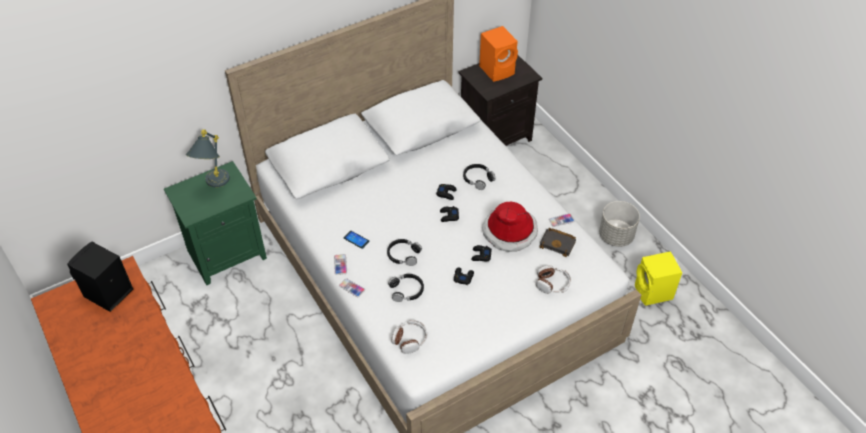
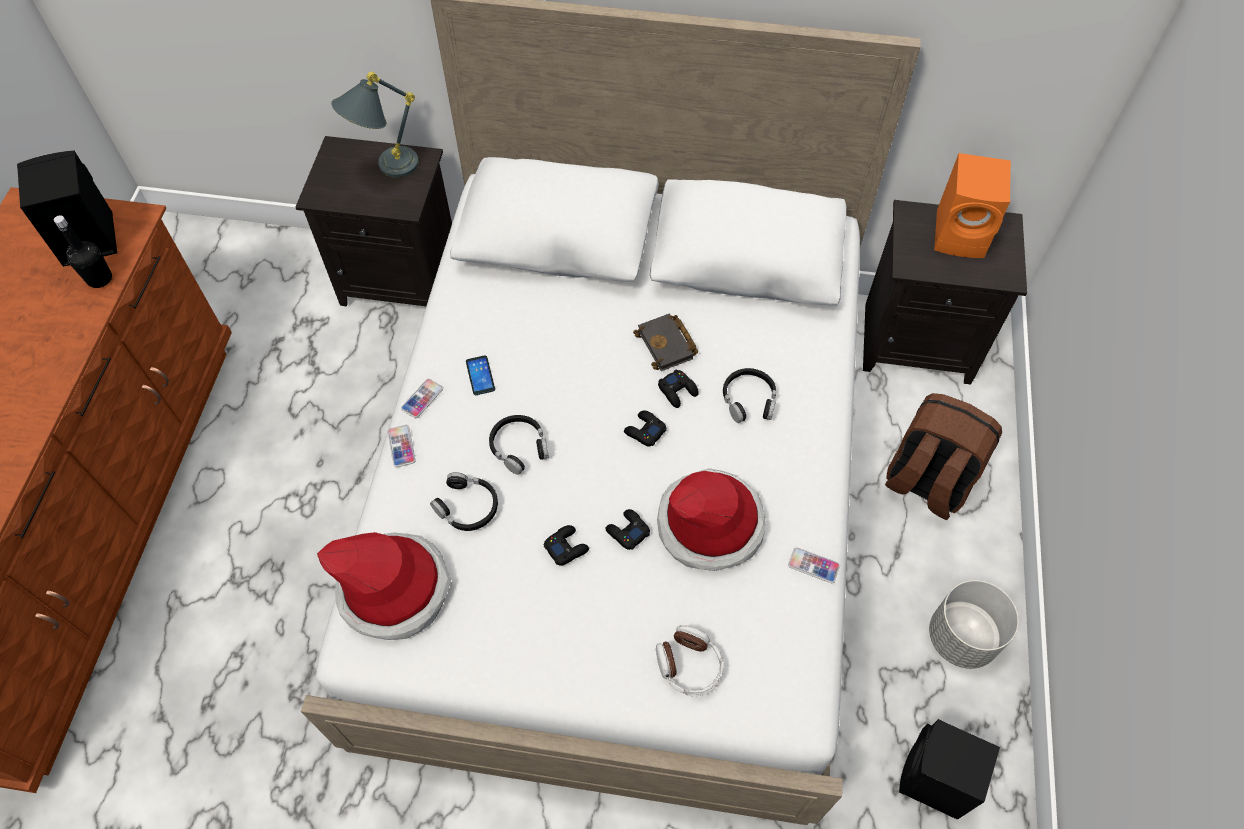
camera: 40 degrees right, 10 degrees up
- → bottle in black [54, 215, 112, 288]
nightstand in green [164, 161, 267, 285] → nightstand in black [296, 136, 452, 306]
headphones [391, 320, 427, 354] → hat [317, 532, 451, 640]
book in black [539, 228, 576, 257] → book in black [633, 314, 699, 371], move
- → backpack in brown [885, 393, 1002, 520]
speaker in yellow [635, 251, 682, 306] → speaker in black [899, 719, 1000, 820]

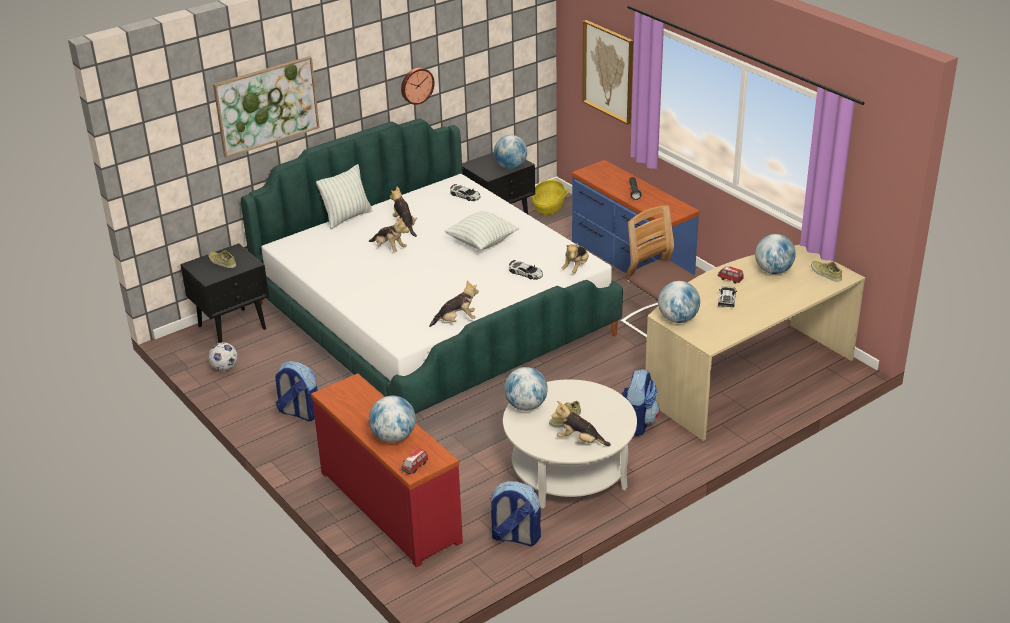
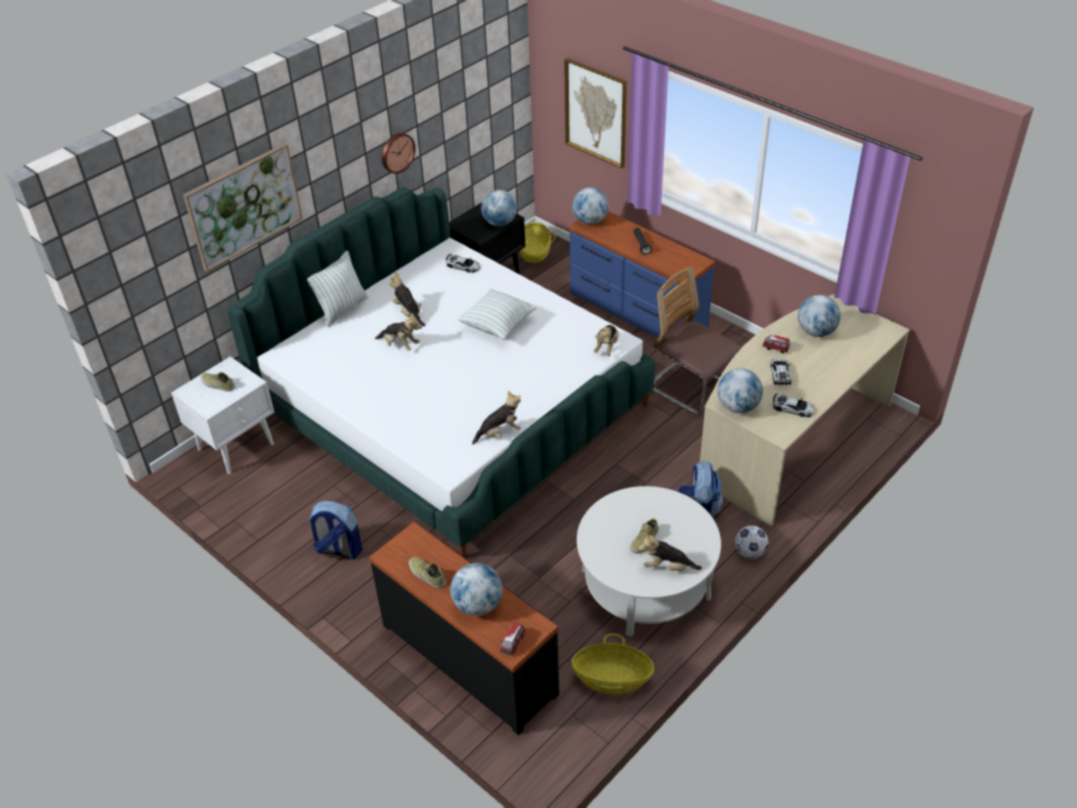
camera: 10 degrees left, 10 degrees up
nightstand in black [180, 243, 269, 343] → nightstand in white [171, 356, 275, 474]
dresser in red [311, 373, 463, 567] → dresser in black [369, 522, 559, 735]
shoe in beige [811, 261, 842, 282] → shoe in beige [409, 557, 446, 588], move
backpack [489, 481, 541, 546] → basket [571, 634, 654, 694]
globe [504, 367, 548, 411] → globe [572, 187, 609, 225], move
football [208, 342, 237, 371] → football [735, 525, 768, 559], move
toy car [509, 260, 543, 280] → toy car [773, 393, 814, 417], move

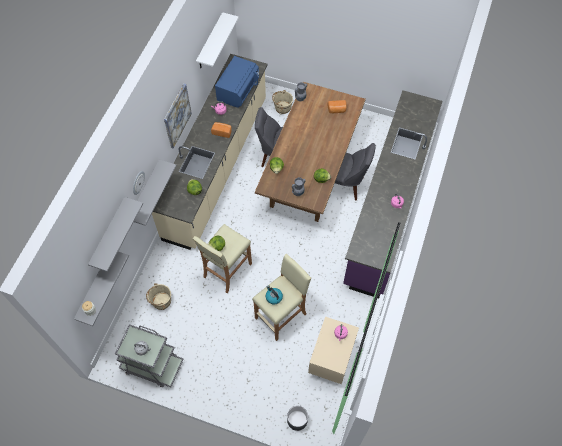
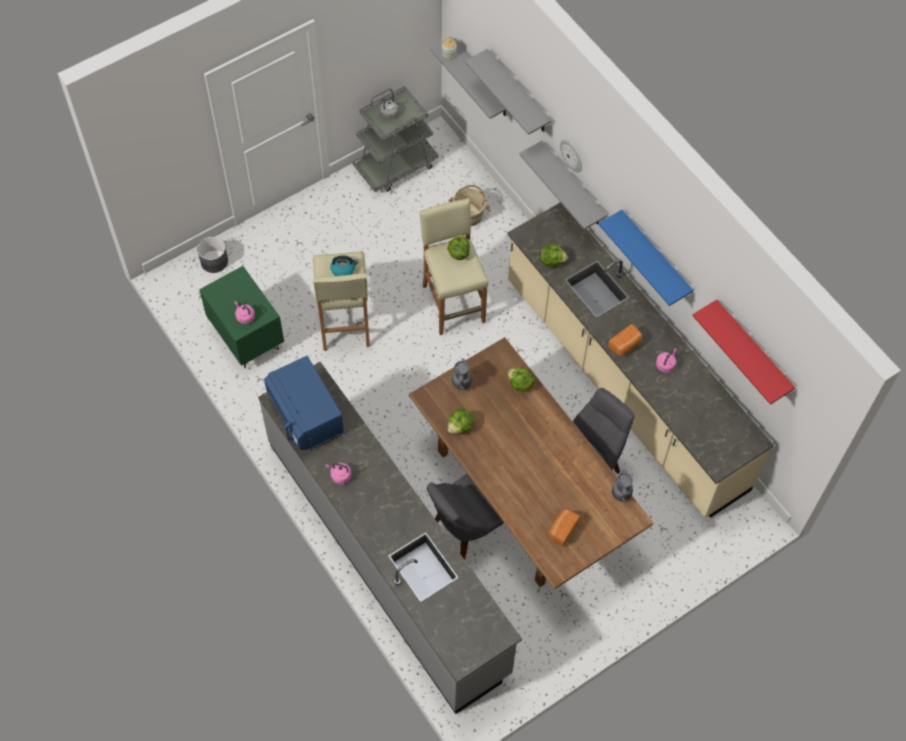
camera: 125 degrees right, 0 degrees up
nightstand in beige [308, 316, 359, 384] → nightstand in green [199, 266, 284, 368]
counter in purple [343, 90, 442, 298] → counter in grey [258, 362, 522, 714]
microwave in blue [215, 56, 259, 108] → microwave in blue [264, 356, 344, 450], move
picture [164, 84, 192, 149] → shelf in blue [598, 210, 693, 306]
shelf in white [196, 12, 239, 68] → shelf in red [692, 300, 795, 405]
bucket in beige [272, 90, 293, 114] → -

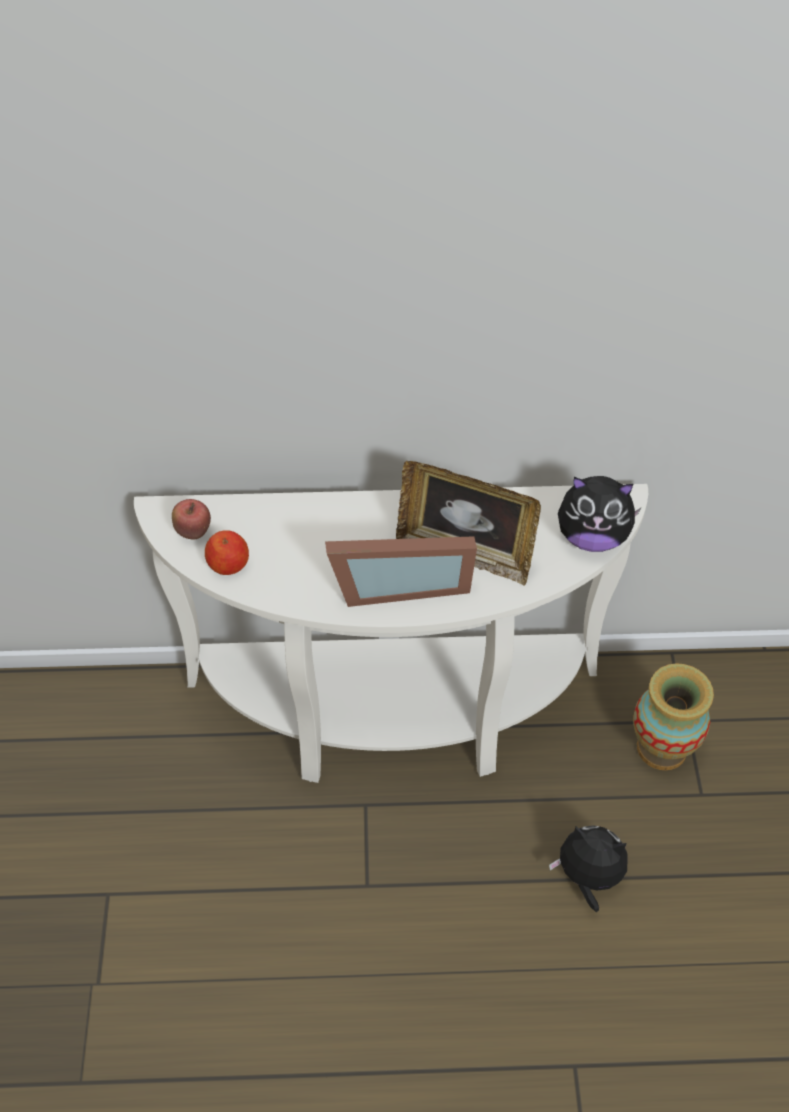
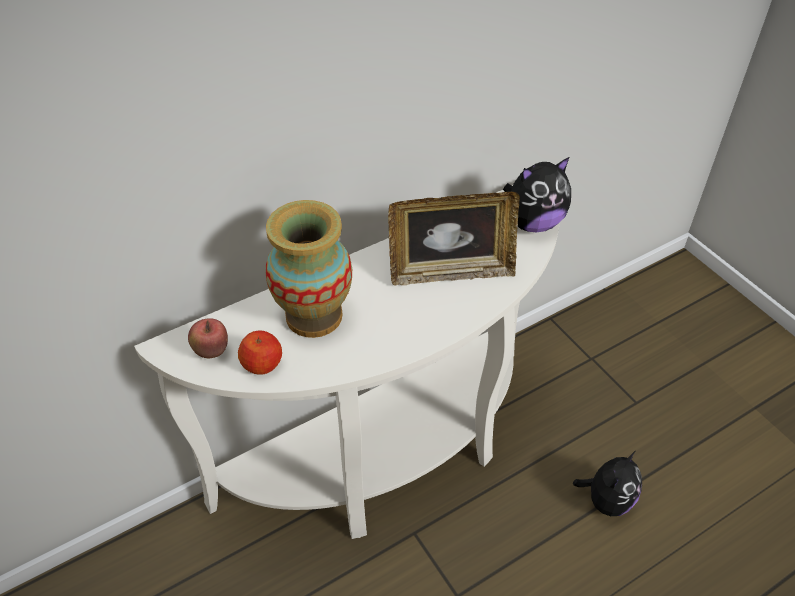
camera: 30 degrees left, 5 degrees down
vase [633, 663, 714, 770] → vase [265, 200, 352, 338], move
plush toy [549, 825, 627, 912] → plush toy [573, 450, 642, 516], 135 degrees clockwise
picture frame [325, 536, 477, 607] → -

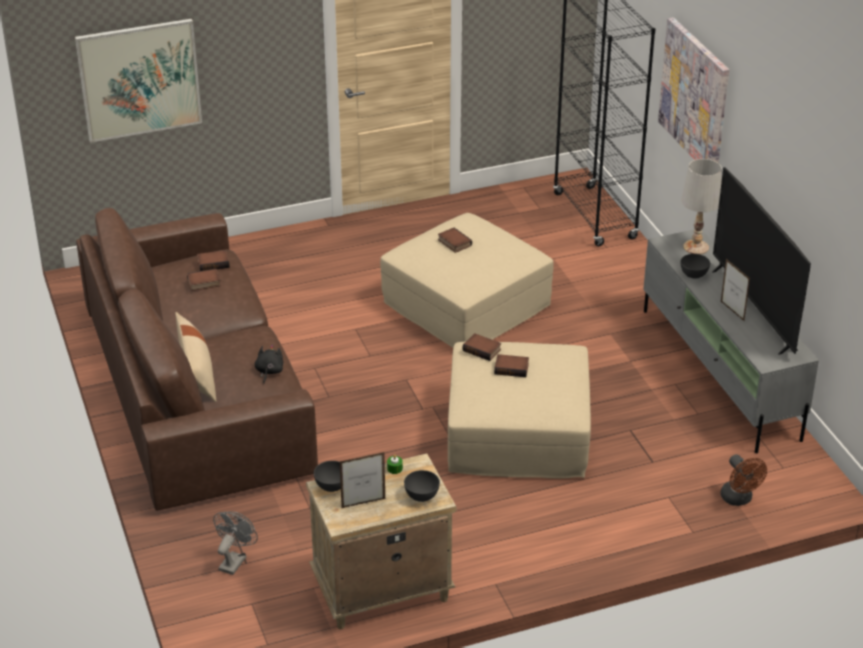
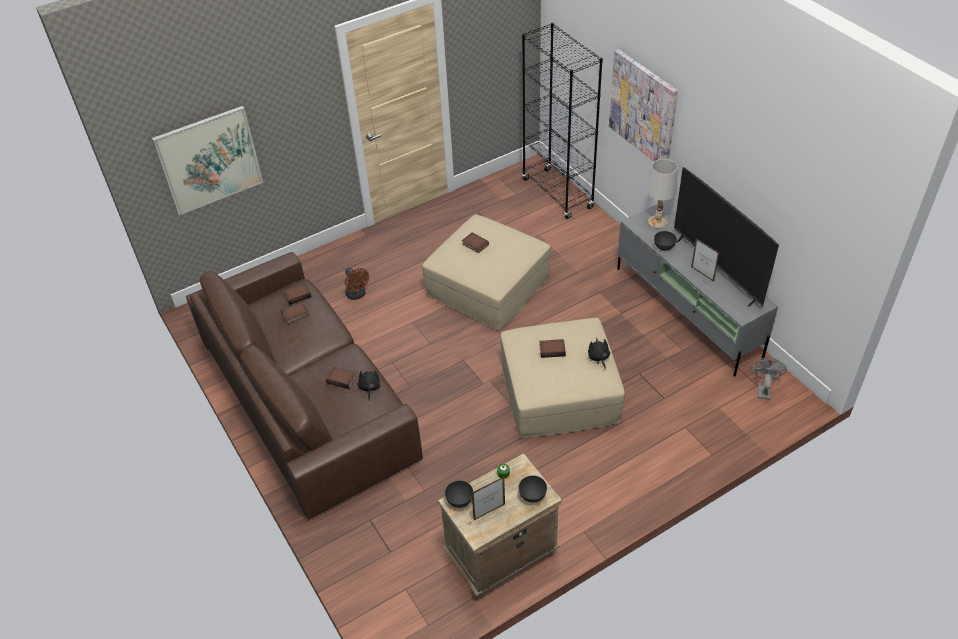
camera: 10 degrees left, 10 degrees up
book [463, 333, 501, 361] → book [326, 367, 357, 389], move
fan in brown [720, 454, 767, 506] → fan in brown [345, 267, 369, 300], move
- → plush toy in black [588, 338, 610, 369]
fan in grey [213, 511, 258, 575] → fan in grey [750, 358, 786, 400], move
pillow in beige [175, 312, 216, 402] → -

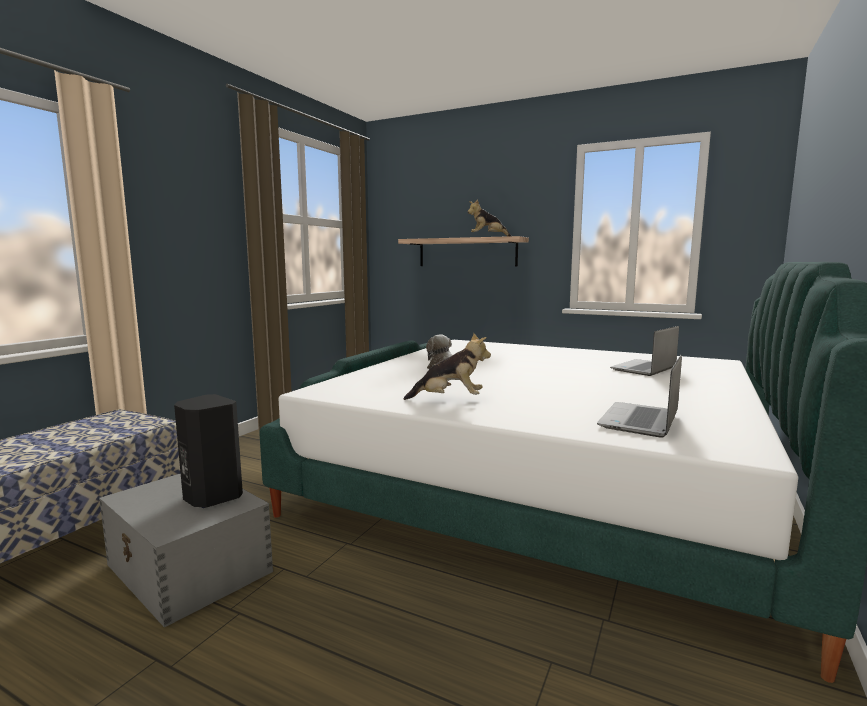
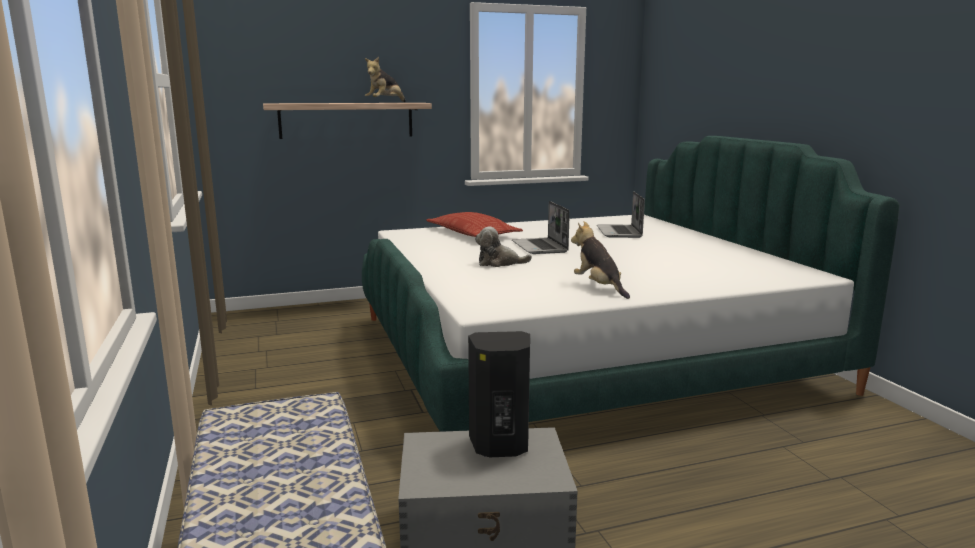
camera: 45 degrees left, 5 degrees up
- → pillow [426, 212, 523, 237]
laptop [597, 355, 682, 438] → laptop [512, 201, 570, 254], move
plush toy [404, 333, 491, 400] → plush toy [571, 221, 630, 299], 75 degrees counterclockwise

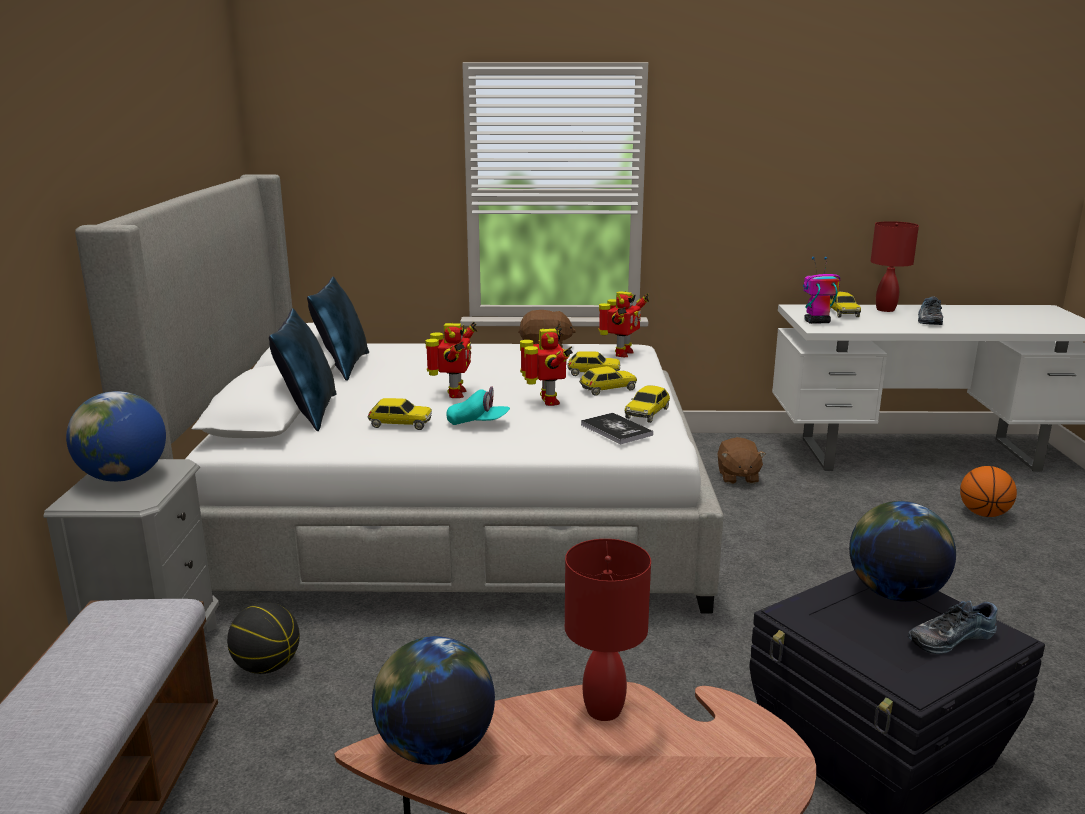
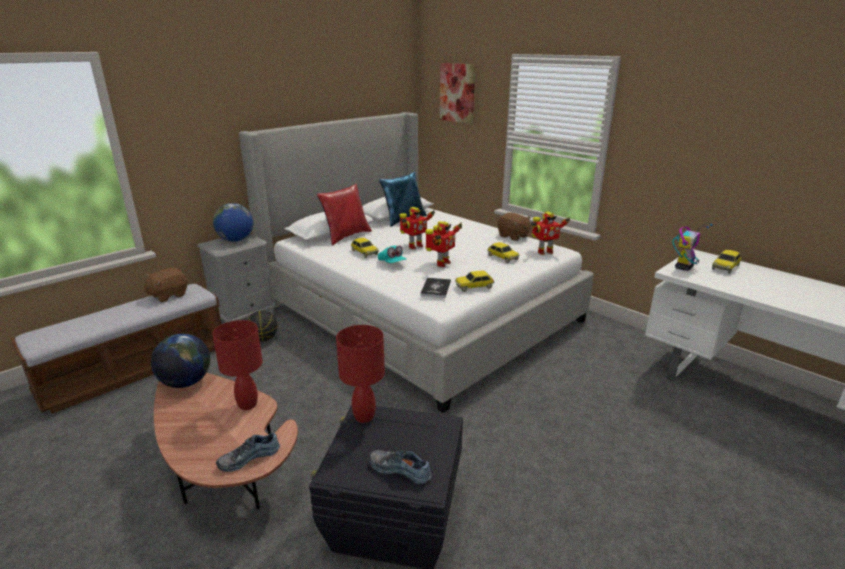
camera: 45 degrees right, 5 degrees up
plush toy in brown [717, 437, 766, 484] → plush toy in brown [143, 268, 187, 302], move
shoe [918, 296, 943, 325] → shoe [216, 432, 280, 472], move
pillow in blue [269, 308, 337, 432] → pillow in red [317, 184, 372, 245]
table lamp in red [871, 221, 919, 312] → table lamp in red [336, 325, 385, 423], move
- → picture [440, 63, 476, 124]
toy robot [803, 257, 840, 324] → toy robot [673, 223, 713, 271], 90 degrees clockwise
toy car [579, 366, 637, 396] → -
globe [849, 501, 956, 602] → -
basketball [960, 466, 1017, 517] → -

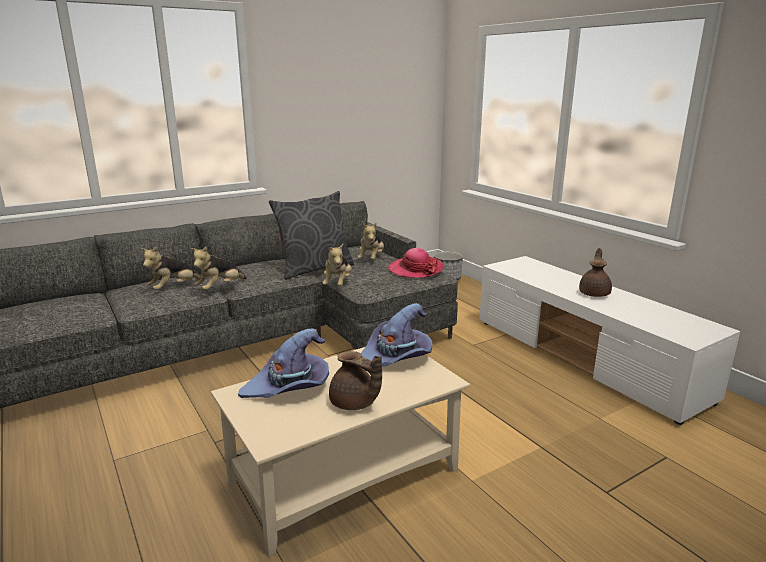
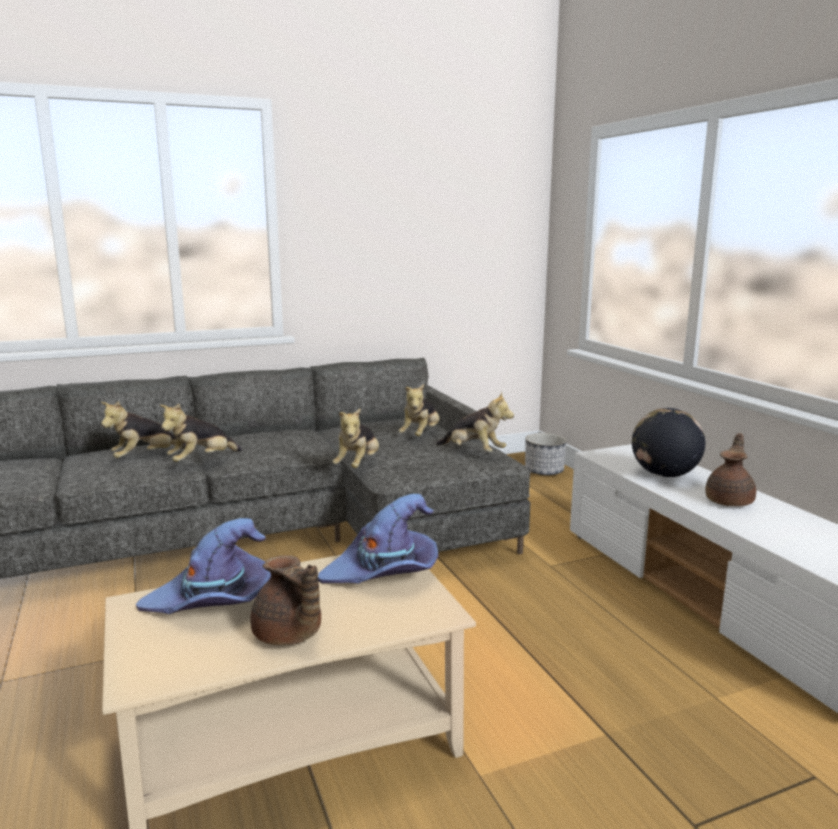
camera: 10 degrees right, 5 degrees down
hat [388, 248, 444, 278] → plush toy [436, 392, 514, 452]
- → globe [632, 408, 705, 477]
pillow in grey [269, 191, 354, 280] → -

